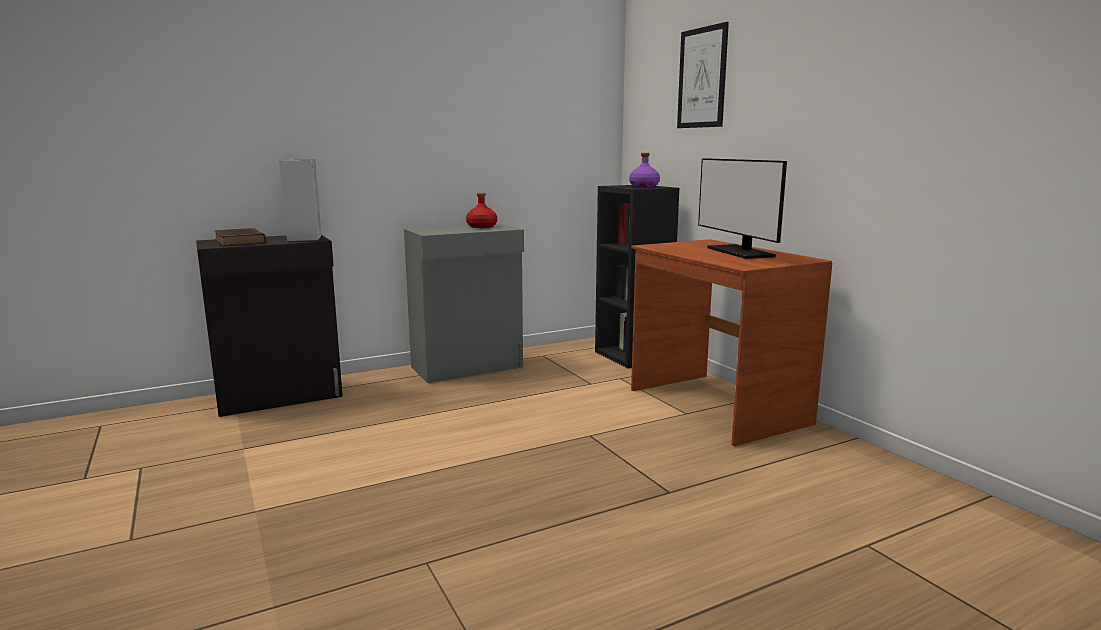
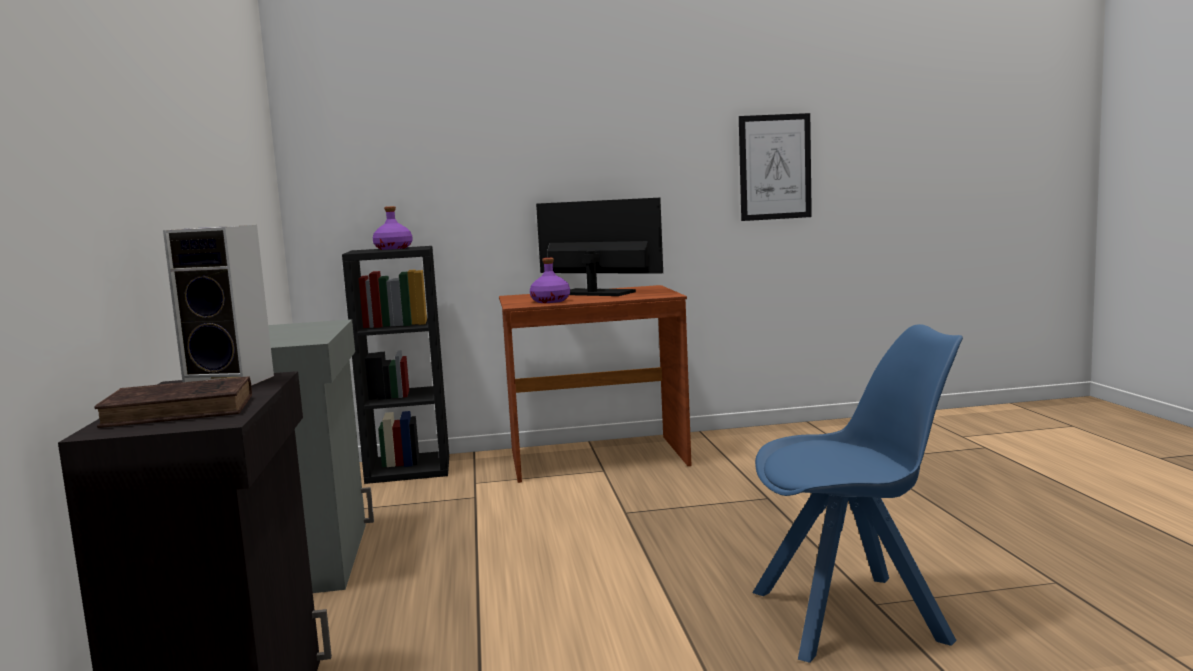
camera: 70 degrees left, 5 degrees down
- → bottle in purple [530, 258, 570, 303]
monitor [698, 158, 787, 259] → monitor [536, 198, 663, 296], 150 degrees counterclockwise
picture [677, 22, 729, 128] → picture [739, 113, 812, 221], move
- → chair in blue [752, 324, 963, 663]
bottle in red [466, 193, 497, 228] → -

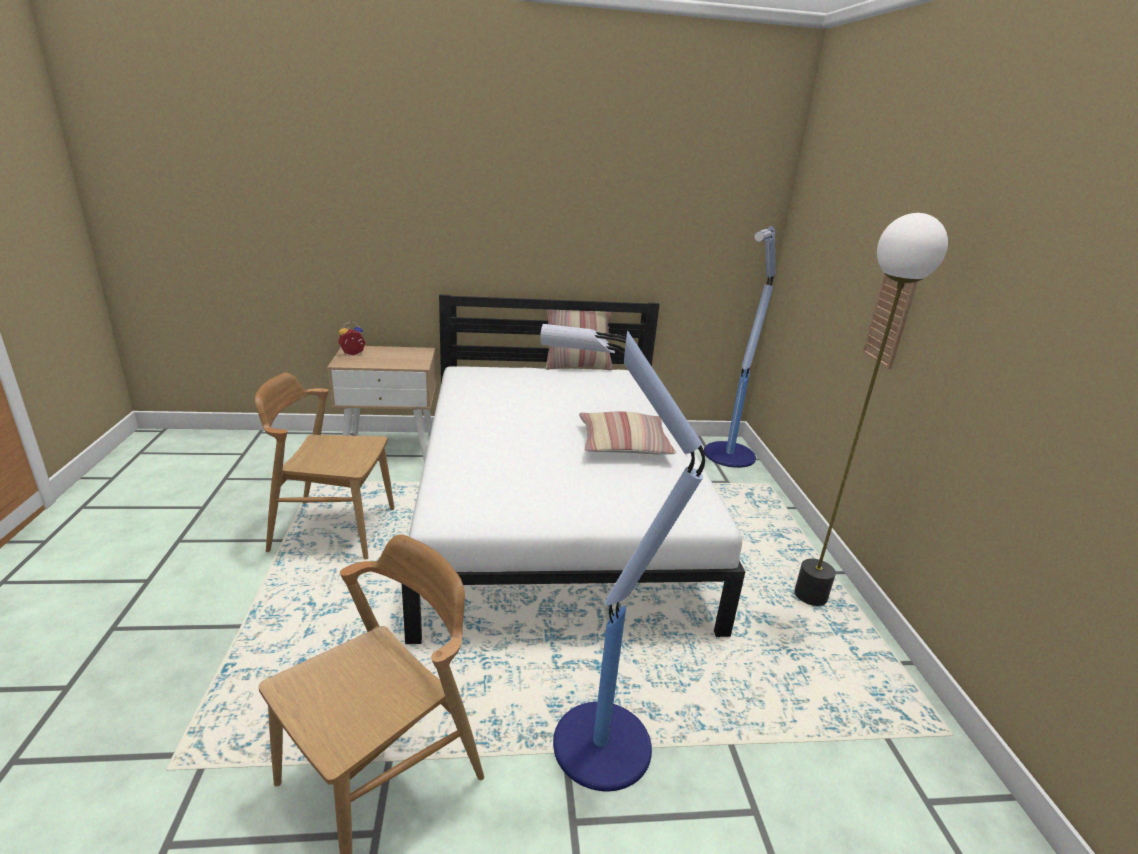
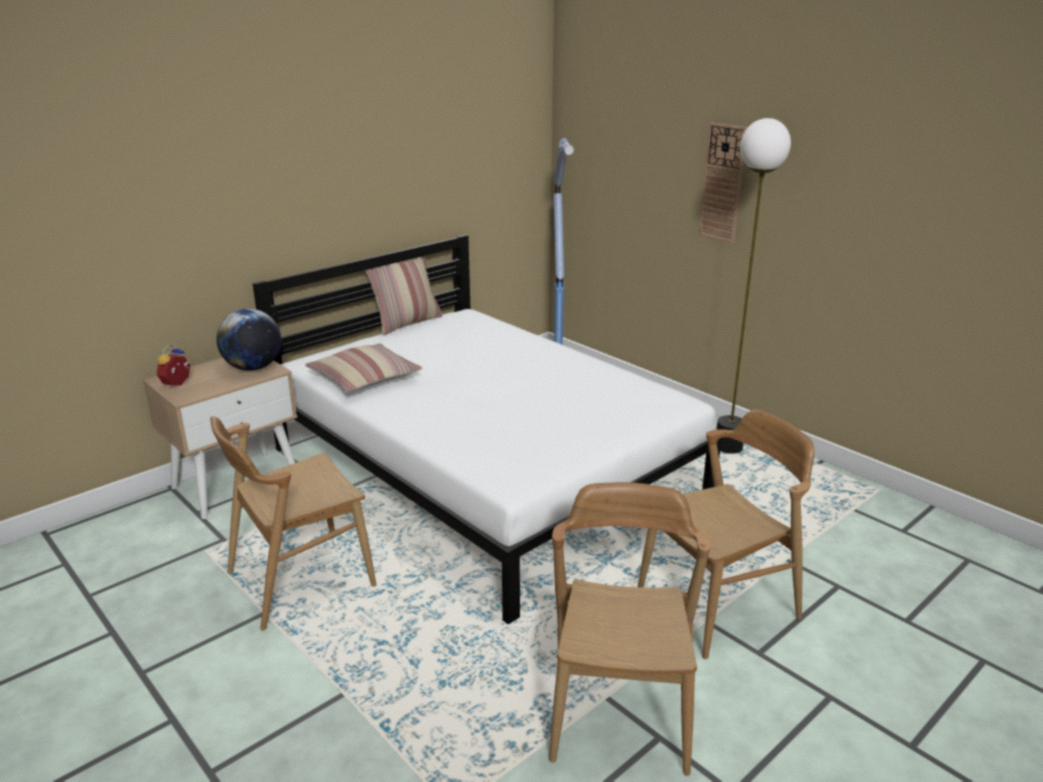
camera: 35 degrees left, 0 degrees up
- → globe [217, 308, 281, 371]
pillow [579, 411, 676, 455] → pillow [305, 343, 423, 392], move
floor lamp [540, 324, 705, 791] → chair in brown [638, 409, 815, 659]

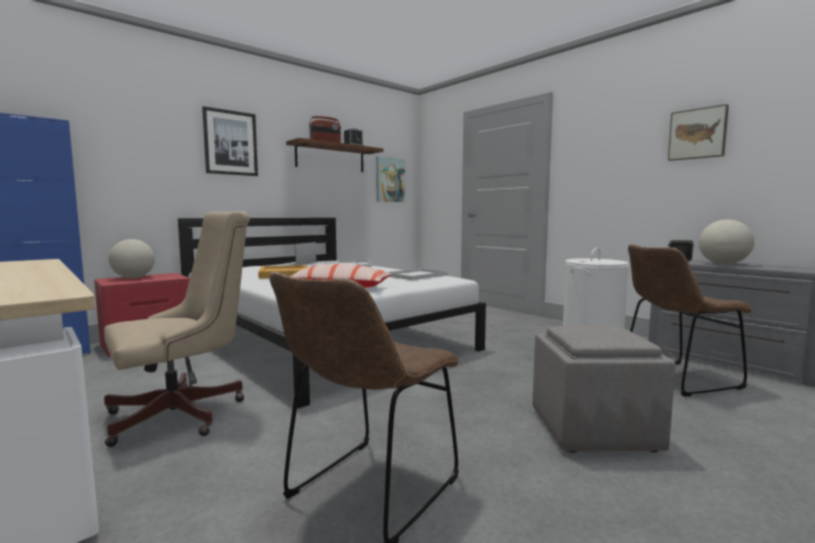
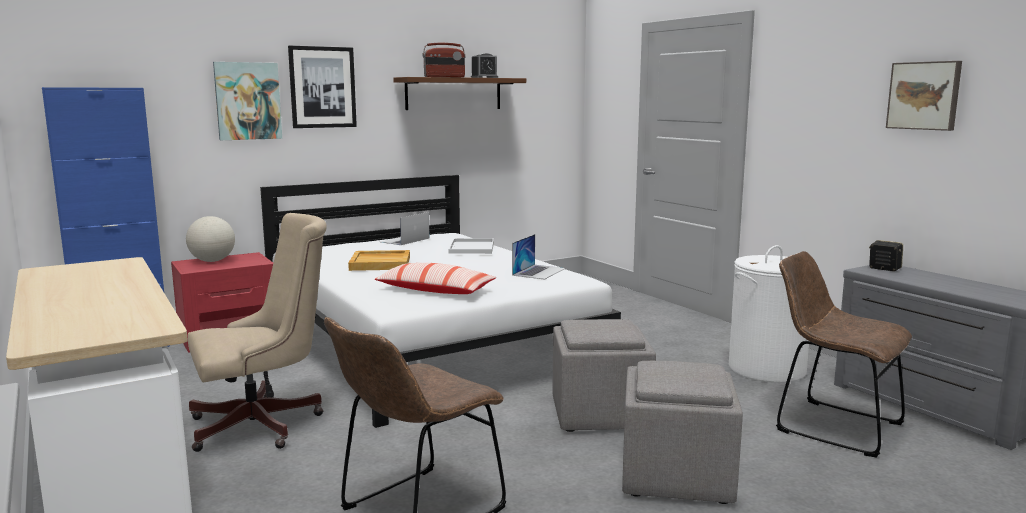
camera: 10 degrees right, 5 degrees up
picture [376, 156, 405, 202] → picture [213, 62, 282, 140], move
tray in white [387, 268, 448, 280] → laptop [512, 234, 566, 280]
- → ottoman in grey [553, 319, 656, 432]
chair in brown [628, 244, 753, 396] → chair in brown [776, 251, 912, 458], 45 degrees clockwise
globe [699, 219, 754, 265] → -

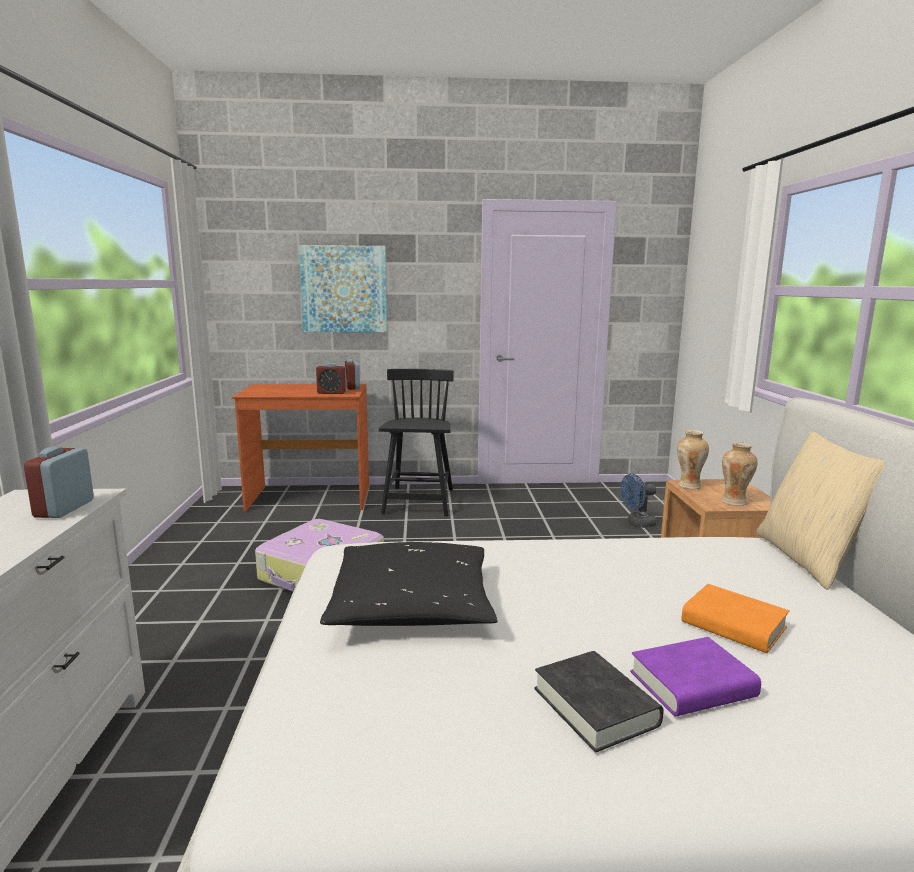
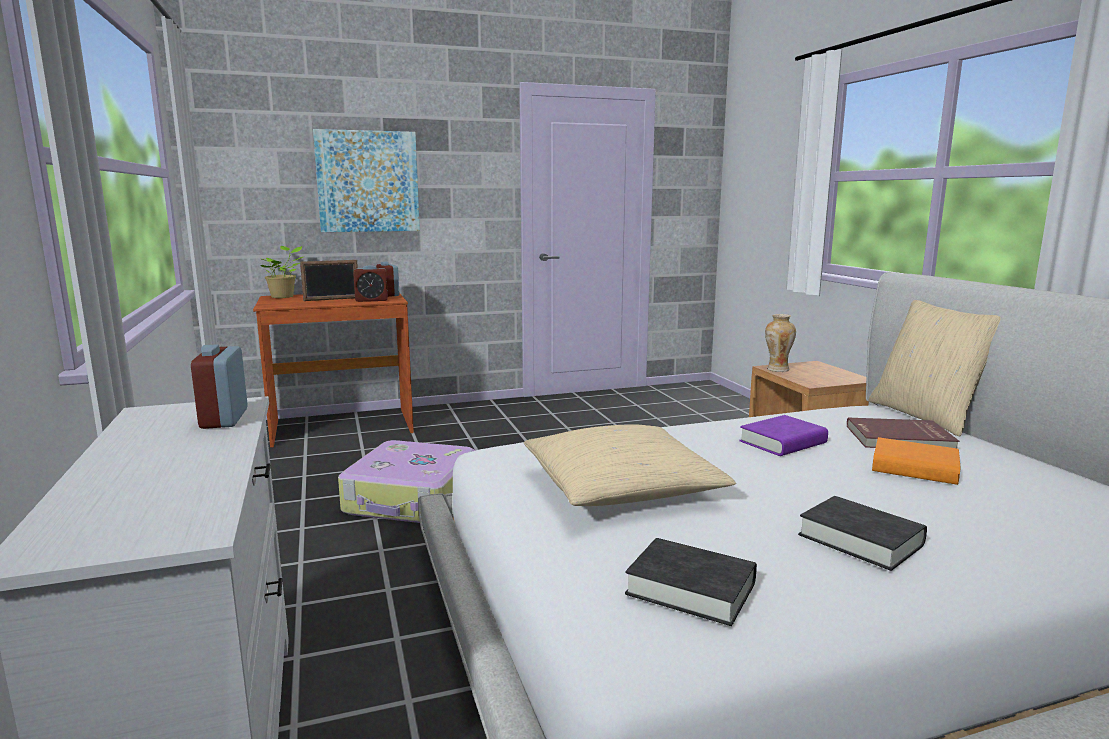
camera: 15 degrees left, 0 degrees up
- → potted plant [261, 246, 303, 298]
- → picture frame [300, 260, 358, 301]
pillow in black [320, 542, 498, 626] → pillow in beige [524, 424, 736, 506]
- → book in black [625, 538, 757, 626]
book in purple [630, 637, 761, 717] → book in purple [739, 415, 828, 456], move
- → book in red [847, 418, 959, 448]
chair in black [379, 369, 454, 516] → -
fan in blue [620, 474, 656, 528] → -
vase [721, 442, 758, 506] → -

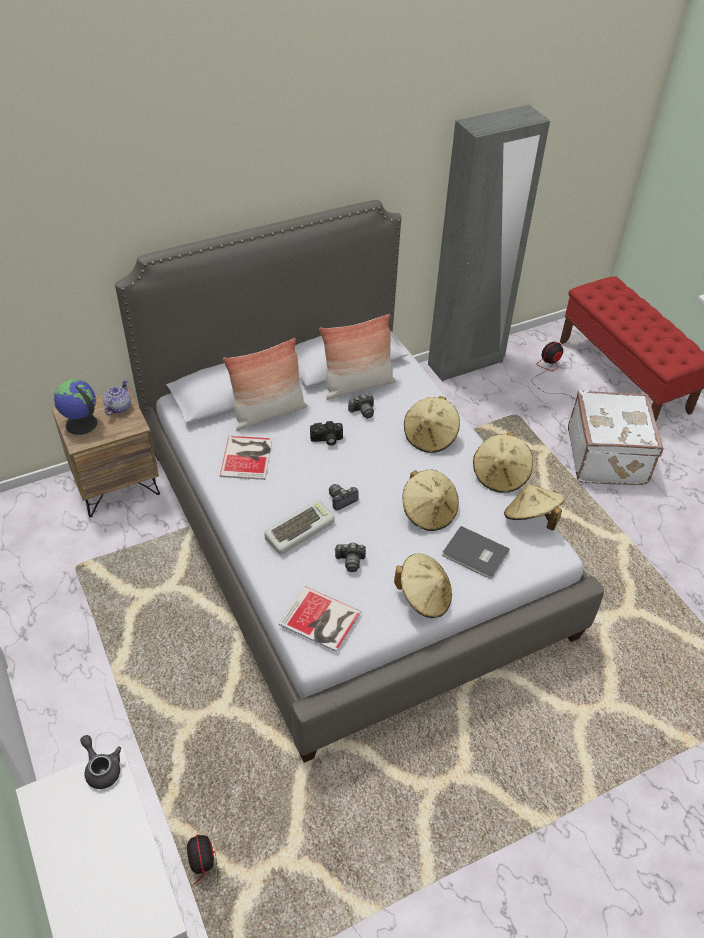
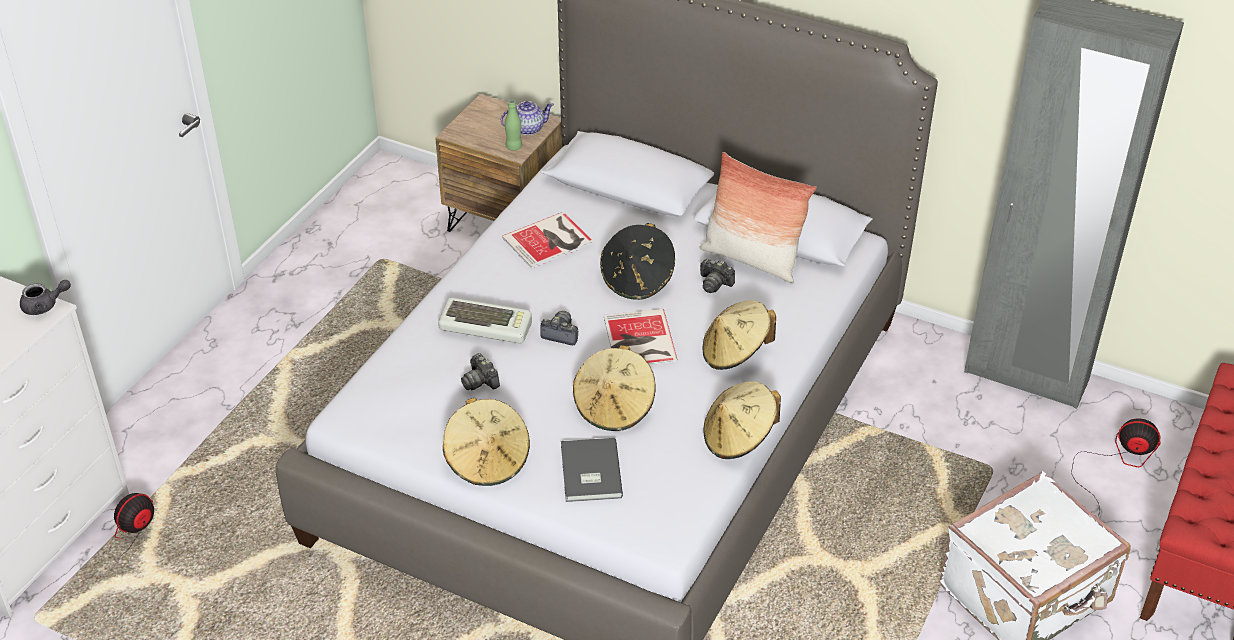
camera: 55 degrees right, 5 degrees down
teapot in grey [80, 735, 121, 789] → teapot in grey [20, 280, 71, 315], 60 degrees clockwise
- → bottle in green [505, 100, 522, 151]
photo camera [310, 421, 343, 446] → hat in black [600, 223, 675, 300]
book [279, 586, 361, 652] → book [604, 309, 678, 365], move
globe [54, 379, 97, 435] → -
pillow [223, 338, 307, 431] → -
hat in beige [504, 484, 565, 530] → -

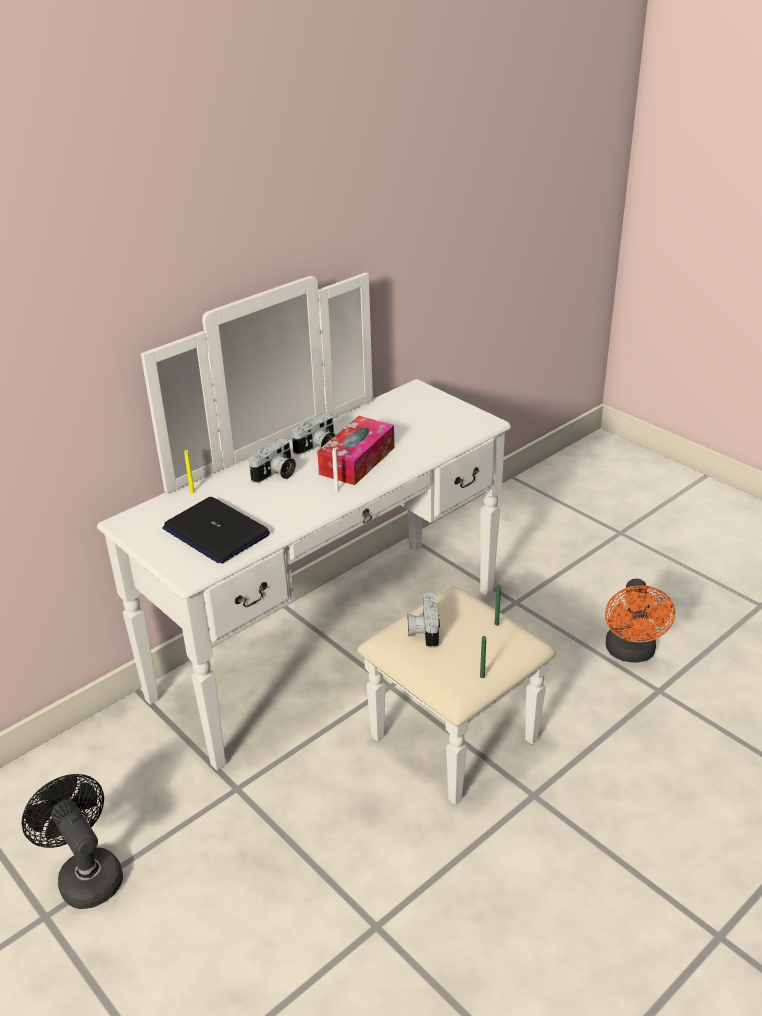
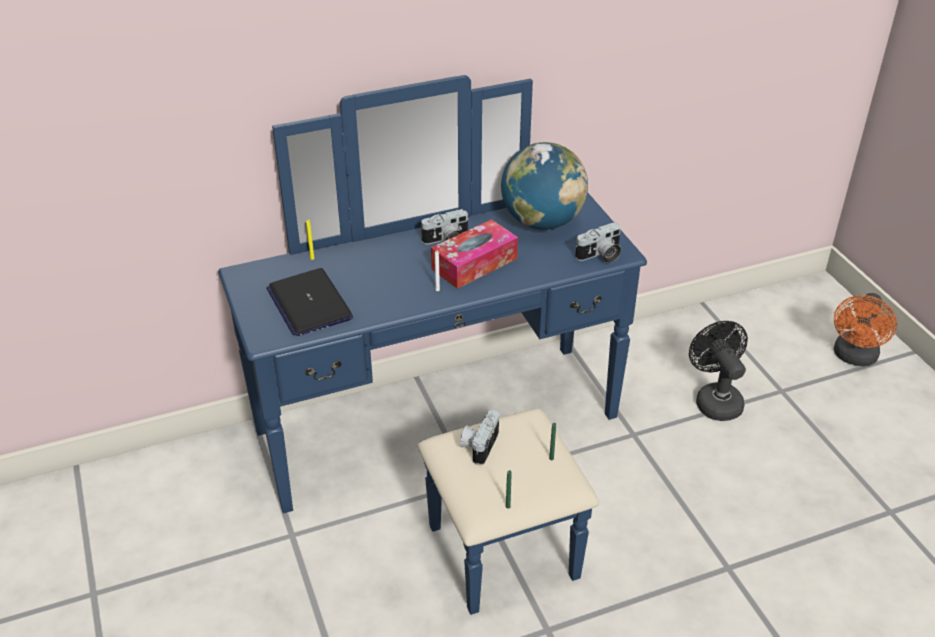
camera: 20 degrees right, 5 degrees up
dresser in white [97, 272, 556, 805] → dresser in blue [218, 75, 647, 615]
- → globe [501, 142, 588, 230]
photo camera [249, 438, 296, 483] → photo camera [575, 222, 621, 263], move
fan in black [21, 774, 123, 909] → fan in black [689, 321, 748, 421], move
fan in orange [605, 579, 675, 662] → fan in orange [834, 293, 897, 367], move

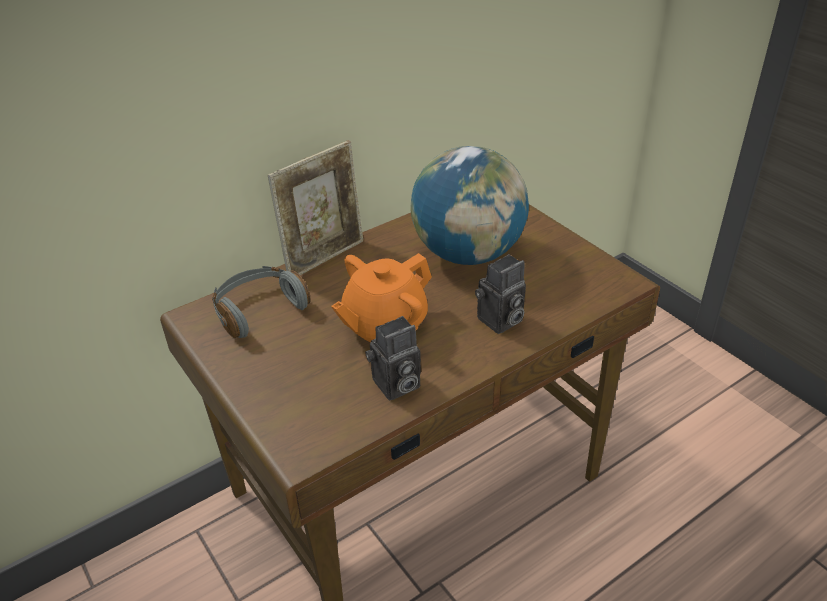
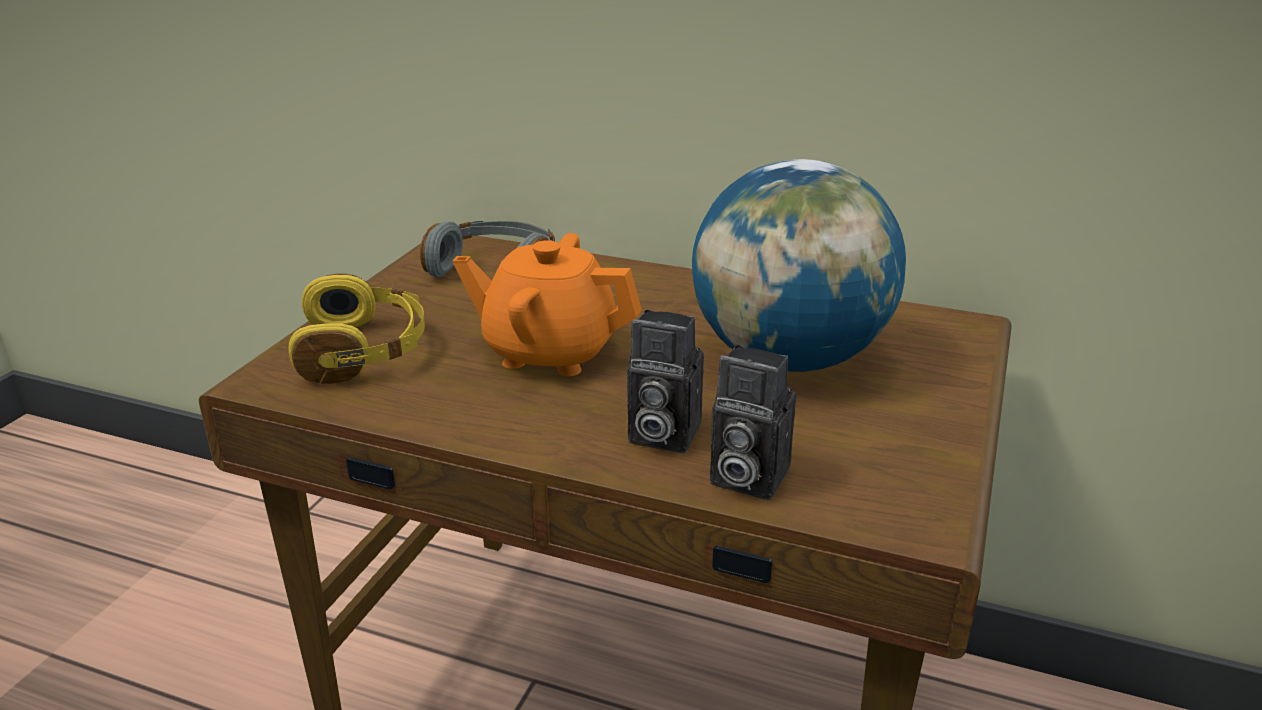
camera: 55 degrees right, 10 degrees down
- → headphones in yellow [288, 274, 425, 384]
photo camera [365, 316, 421, 401] → photo camera [710, 345, 796, 500], move
picture frame [268, 140, 363, 275] → -

